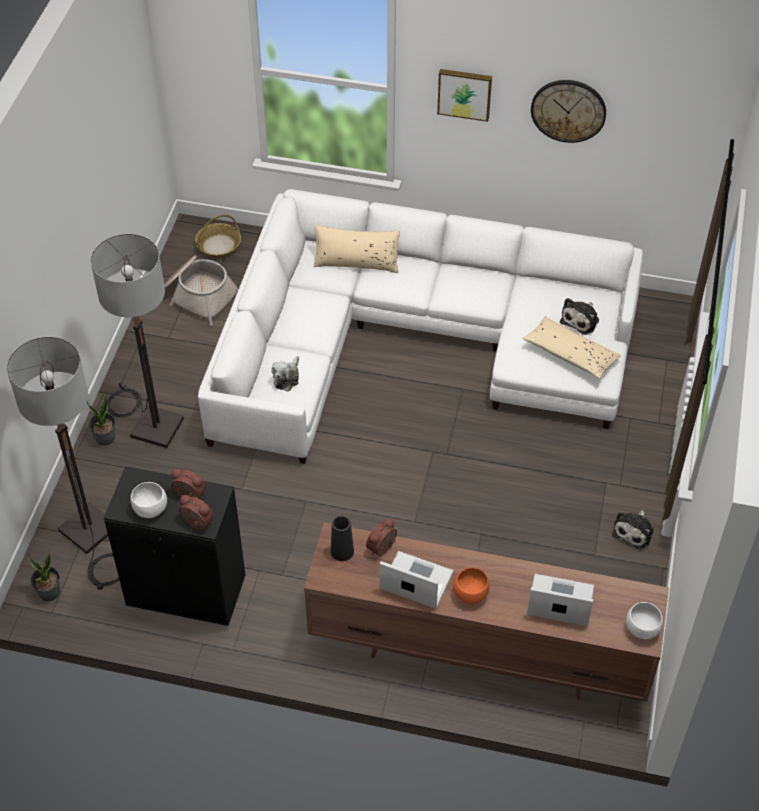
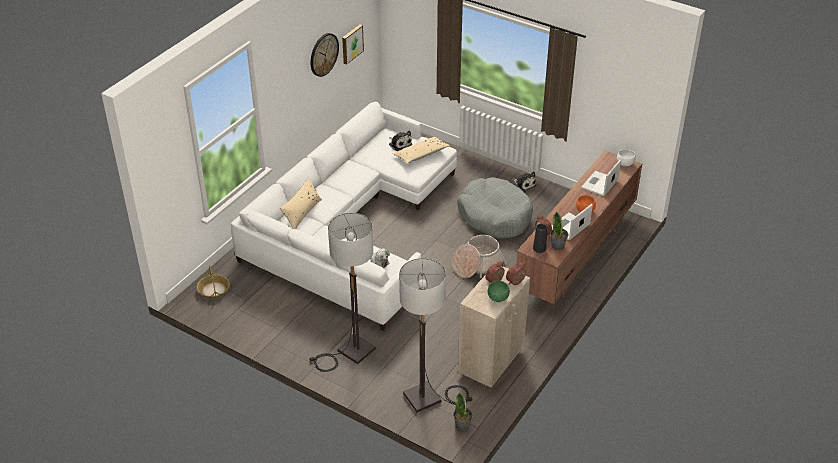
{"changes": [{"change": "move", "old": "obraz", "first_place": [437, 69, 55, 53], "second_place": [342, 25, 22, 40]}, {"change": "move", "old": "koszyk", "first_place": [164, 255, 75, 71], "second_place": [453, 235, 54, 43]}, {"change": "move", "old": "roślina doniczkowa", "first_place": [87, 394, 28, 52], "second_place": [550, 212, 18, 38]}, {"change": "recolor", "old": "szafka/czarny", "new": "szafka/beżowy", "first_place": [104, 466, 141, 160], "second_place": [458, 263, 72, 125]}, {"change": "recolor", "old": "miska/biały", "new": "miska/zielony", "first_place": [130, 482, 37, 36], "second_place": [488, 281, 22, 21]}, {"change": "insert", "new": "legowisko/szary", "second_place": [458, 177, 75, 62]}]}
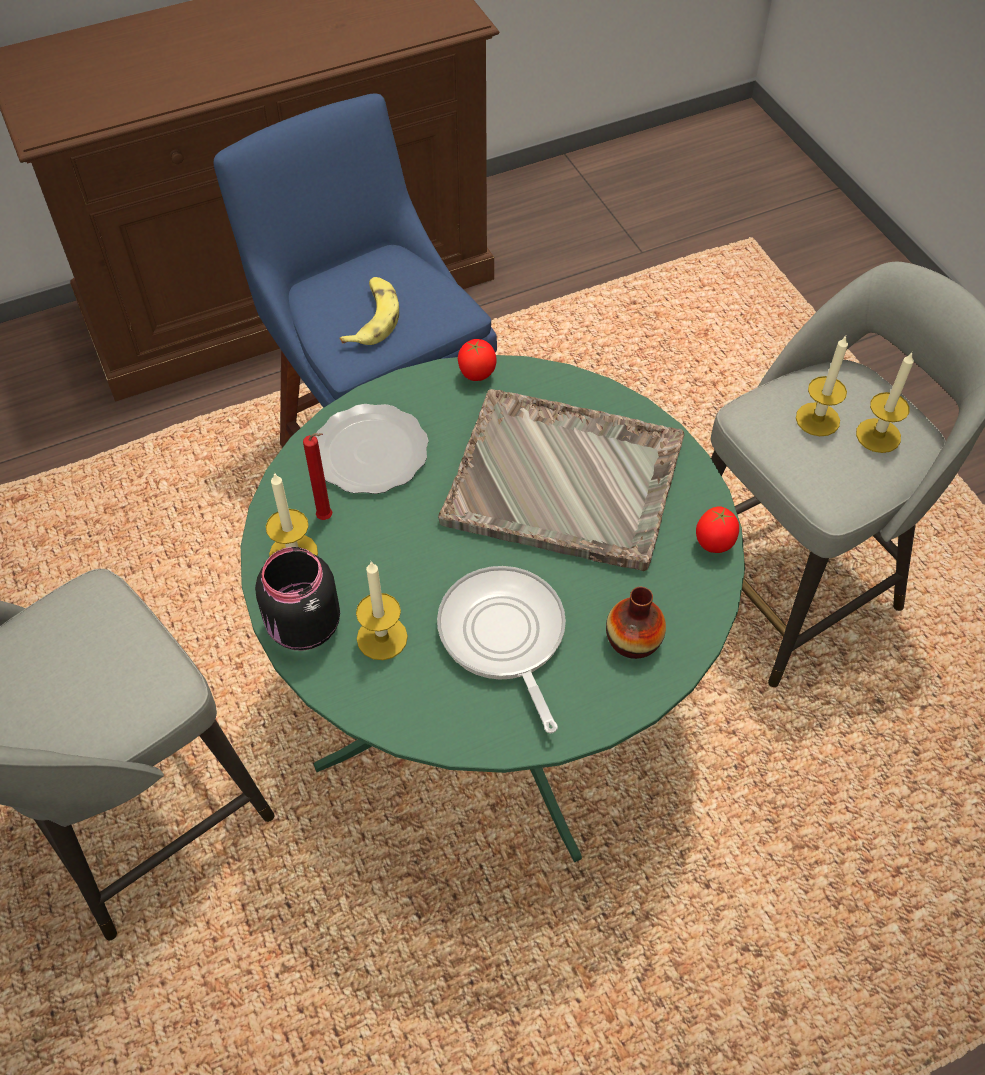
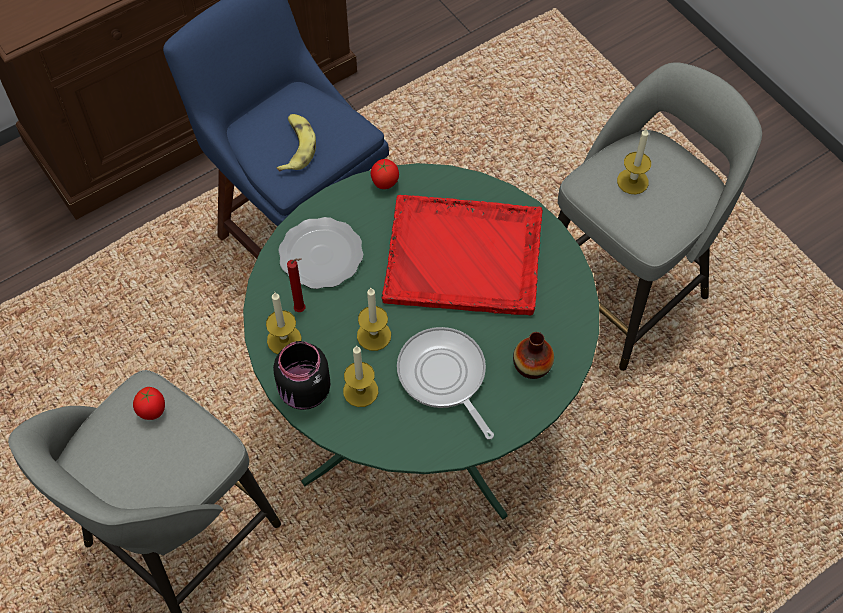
{"changes": [{"change": "move", "old": "świeca", "first_place": [856, 352, 58, 101], "second_place": [357, 288, 34, 63]}, {"change": "recolor", "old": "taca/szary", "new": "taca/czerwony", "first_place": [438, 389, 247, 182], "second_place": [382, 195, 161, 120]}, {"change": "move", "old": "pomidor", "first_place": [696, 506, 43, 47], "second_place": [133, 387, 32, 33]}]}
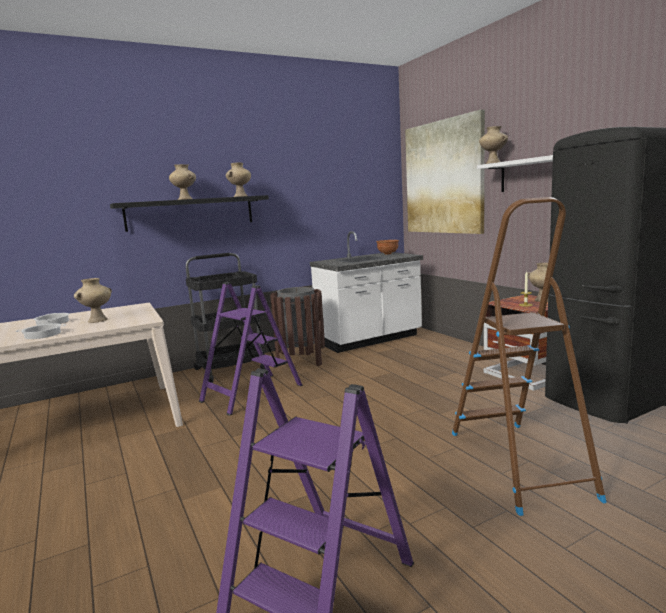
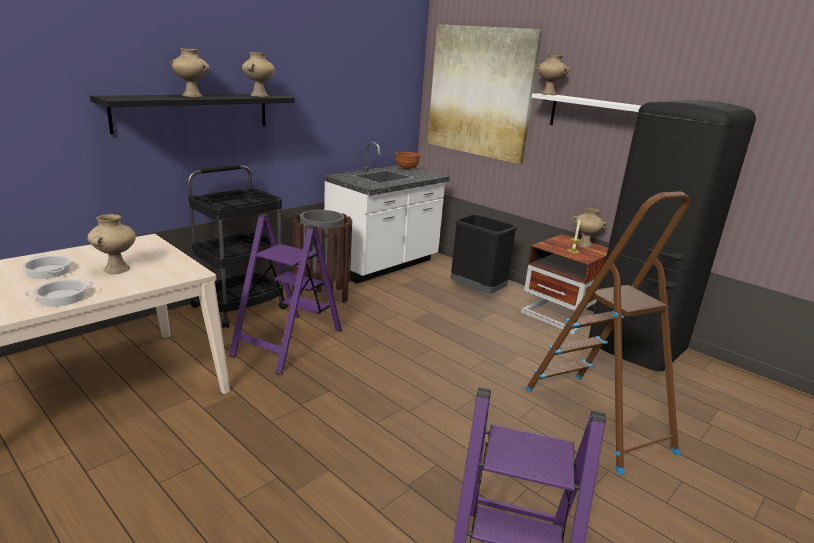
{"changes": [{"change": "insert", "new": "kosz na śmieci/czarny", "second_place": [451, 214, 66, 79]}]}
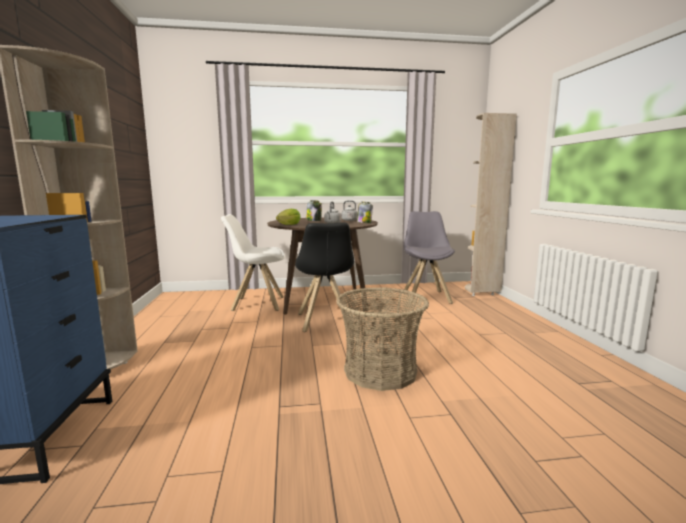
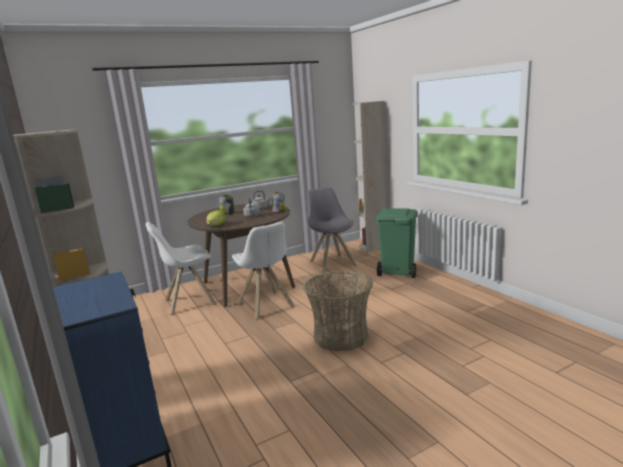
{"changes": [{"change": "recolor", "old": "krzesło/czarny", "new": "krzesło/biały", "first_place": [295, 222, 59, 110], "second_place": [232, 222, 63, 97]}, {"change": "insert", "new": "kosz na śmieci/zielony", "second_place": [376, 208, 42, 70]}]}
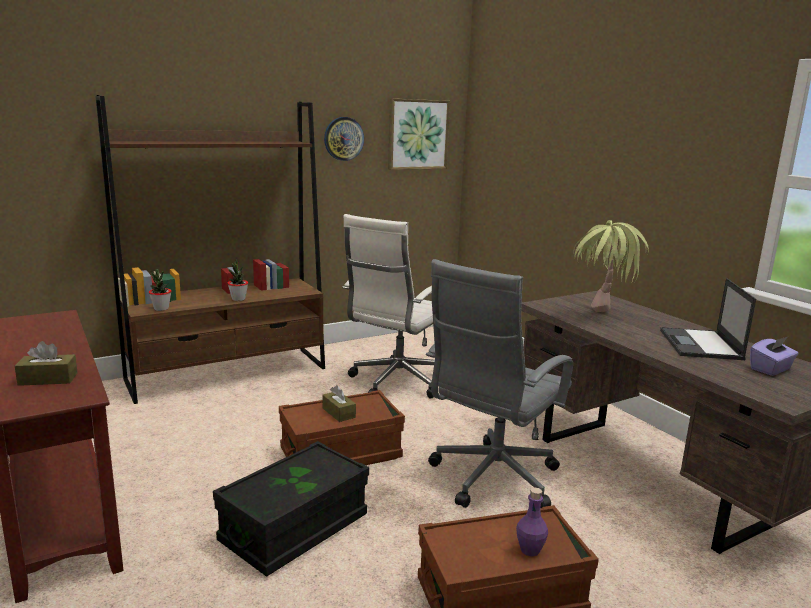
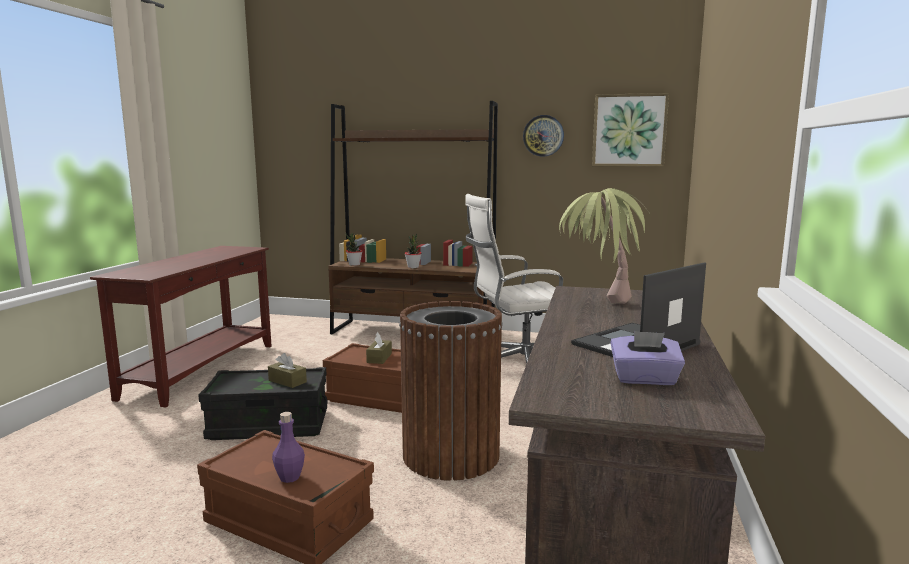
{"changes": [{"change": "replace", "old": "krzesło biurowe/szary", "new": "kosz na śmieci/brązowy", "first_place": [426, 259, 147, 249], "second_place": [399, 301, 104, 180]}, {"change": "move", "old": "pudełko chusteczek/brązowy", "first_place": [15, 341, 62, 45], "second_place": [268, 353, 39, 35]}]}
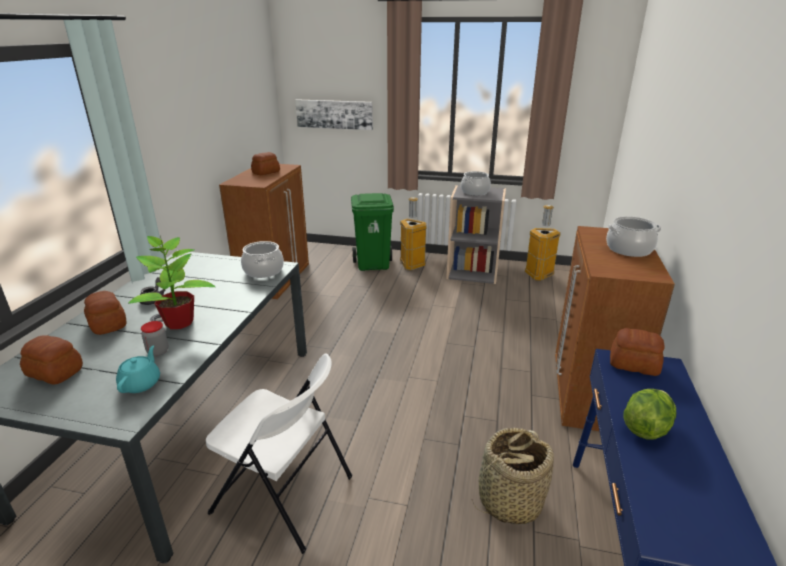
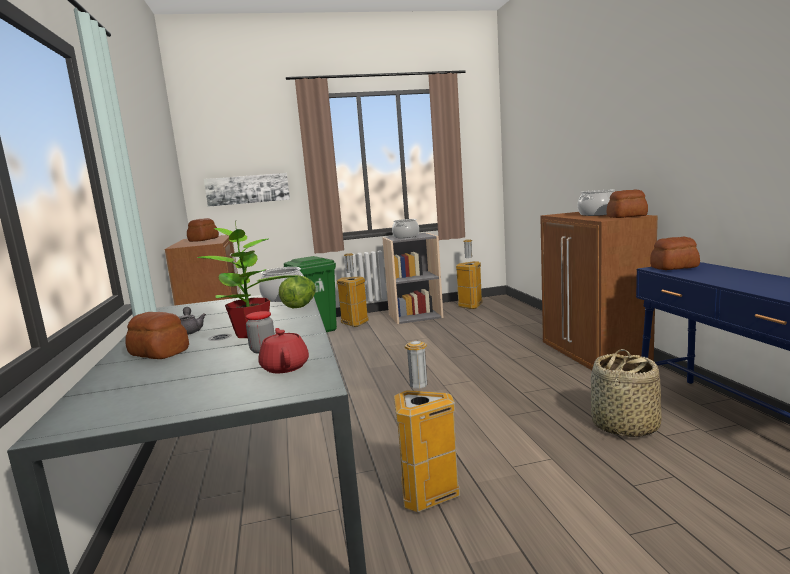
{"changes": [{"change": "move", "old": "chleb", "first_place": [20, 335, 63, 49], "second_place": [606, 190, 42, 28]}, {"change": "recolor", "old": "imbryk/turkusowy", "new": "imbryk/czerwony", "first_place": [116, 345, 44, 48], "second_place": [258, 328, 51, 45]}, {"change": "replace", "old": "krzesło/biały", "new": "kosz na śmieci", "first_place": [206, 354, 146, 200], "second_place": [394, 341, 66, 171]}, {"change": "move", "old": "sałata", "first_place": [623, 389, 53, 50], "second_place": [279, 275, 37, 33]}]}
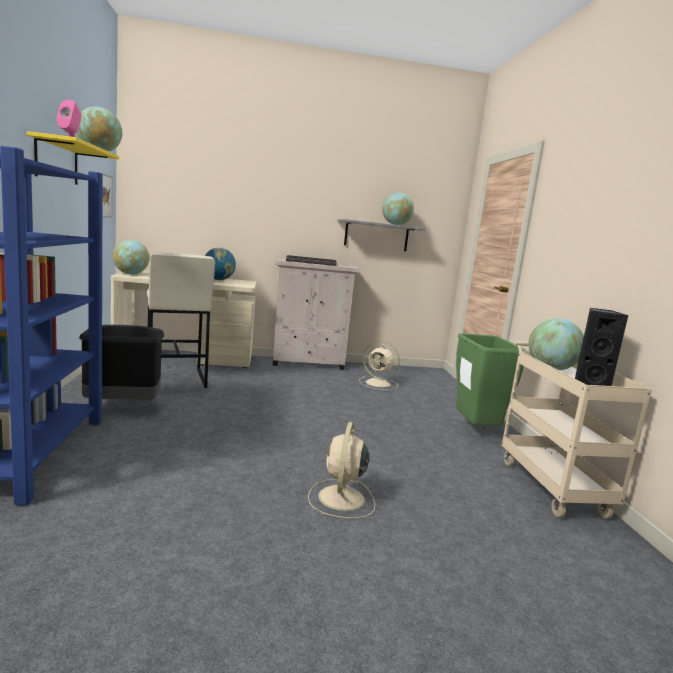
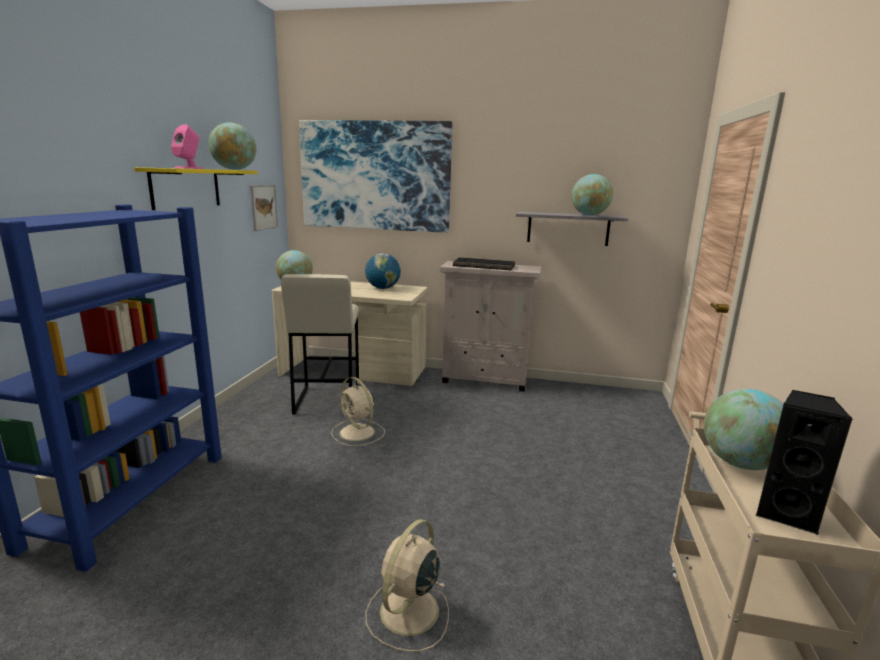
{"changes": [{"change": "delete", "old": "kosz na śmieci/czarny", "first_place": [79, 325, 85, 75]}, {"change": "delete", "old": "kosz na śmieci/zielony", "first_place": [456, 333, 71, 93]}, {"change": "move", "old": "wentylator/beżowy", "first_place": [359, 341, 41, 49], "second_place": [331, 377, 54, 69]}, {"change": "insert", "new": "obraz", "second_place": [299, 120, 153, 113]}]}
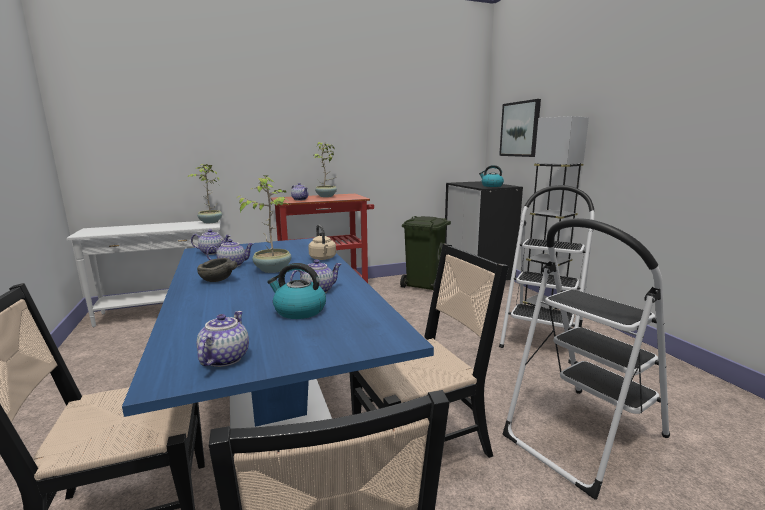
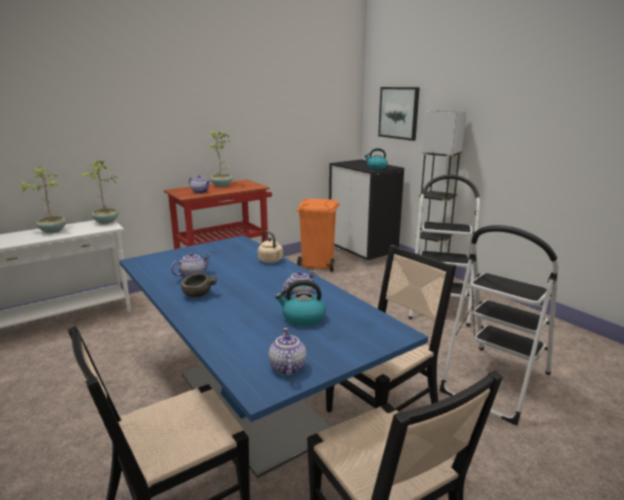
{"changes": [{"change": "move", "old": "roślina doniczkowa", "first_place": [237, 175, 54, 98], "second_place": [17, 166, 49, 67]}, {"change": "recolor", "old": "kosz na śmieci/zielony", "new": "kosz na śmieci/pomarańczowy", "first_place": [400, 216, 51, 75], "second_place": [297, 199, 42, 73]}, {"change": "delete", "old": "imbryk", "first_place": [191, 229, 40, 26]}]}
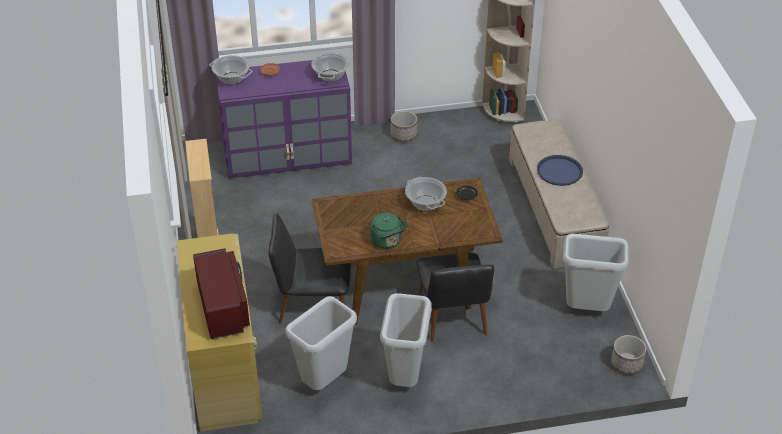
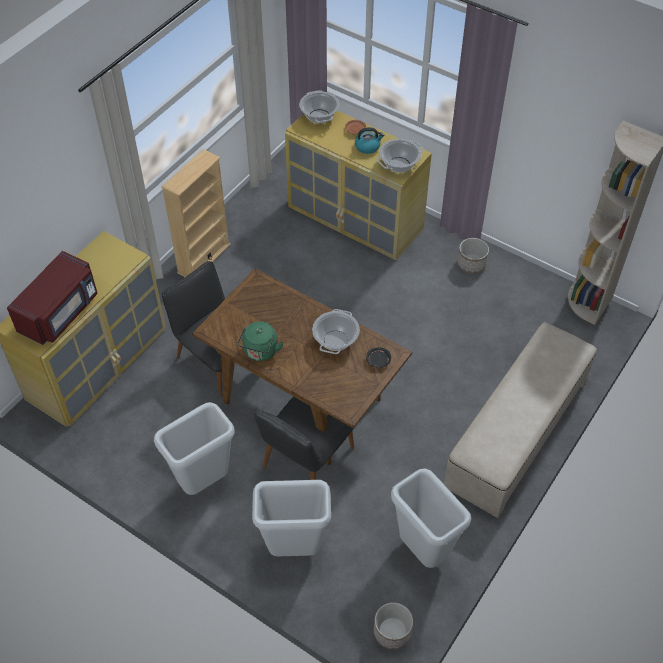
{"changes": [{"change": "recolor", "old": "szafka/fioletowy", "new": "szafka/żółty", "first_place": [215, 60, 137, 119], "second_place": [285, 111, 147, 149]}, {"change": "delete", "old": "taca/niebieski", "first_place": [537, 155, 46, 31]}, {"change": "move", "old": "kosz na śmieci/szary", "first_place": [285, 296, 72, 94], "second_place": [252, 480, 79, 76]}, {"change": "insert", "new": "czajnik", "second_place": [355, 127, 29, 27]}]}
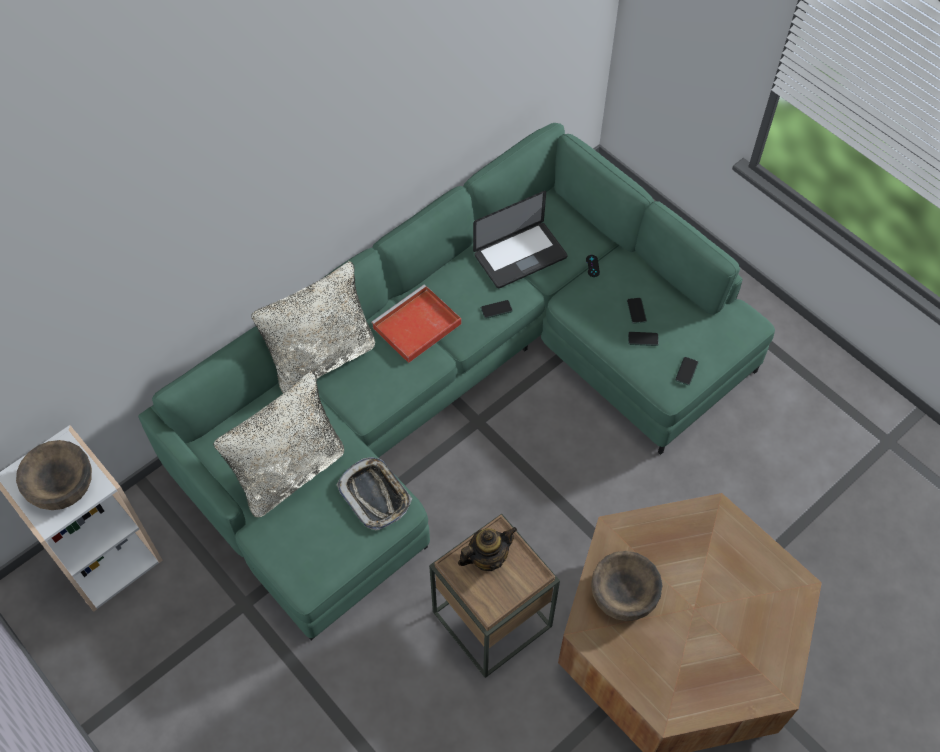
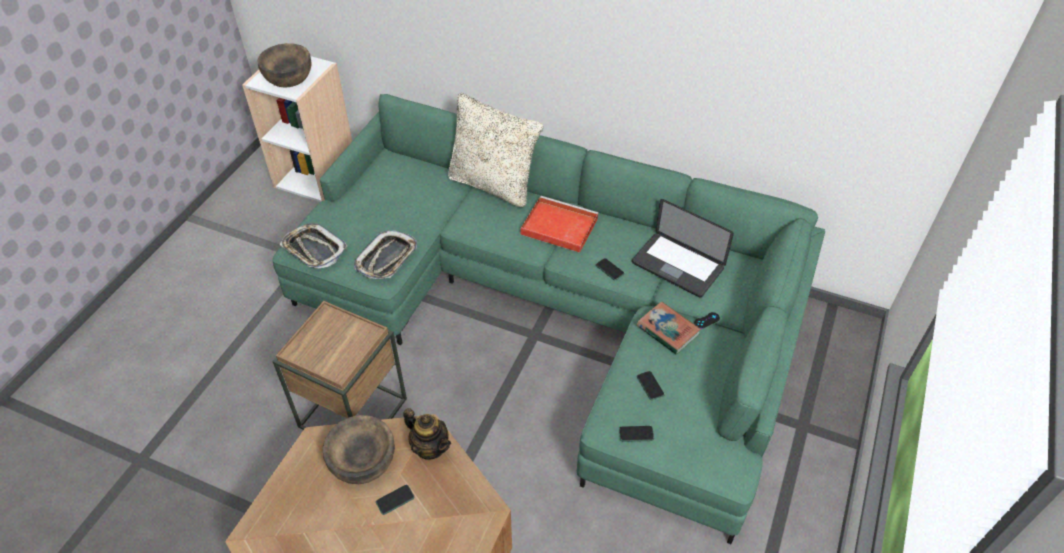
{"changes": [{"change": "move", "old": "telefon", "first_place": [627, 298, 20, 26], "second_place": [376, 485, 38, 30]}, {"change": "delete", "old": "poduszka/beżowy", "first_place": [213, 371, 131, 146]}, {"change": "move", "old": "imbryk", "first_place": [458, 527, 59, 44], "second_place": [403, 408, 48, 52]}, {"change": "insert", "new": "taca", "second_place": [280, 223, 67, 46]}, {"change": "insert", "new": "książka", "second_place": [637, 302, 64, 53]}]}
